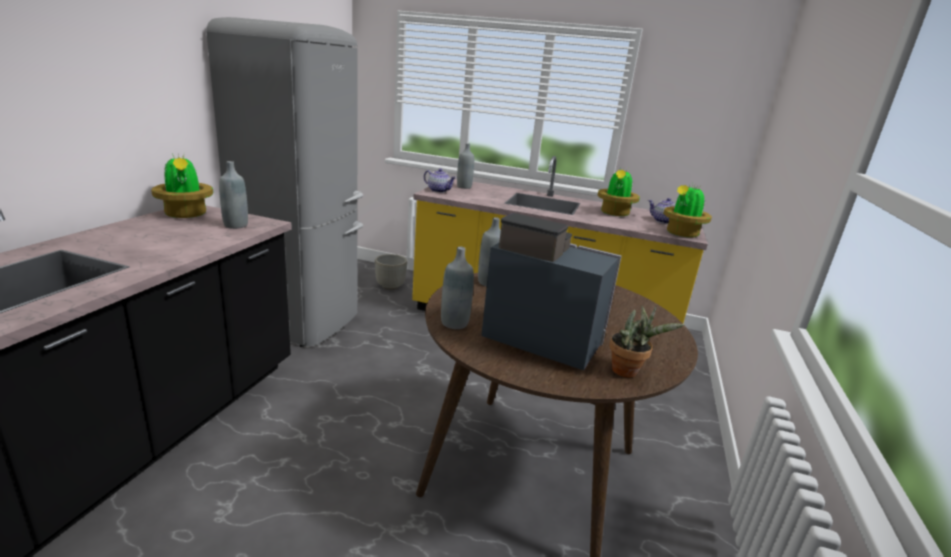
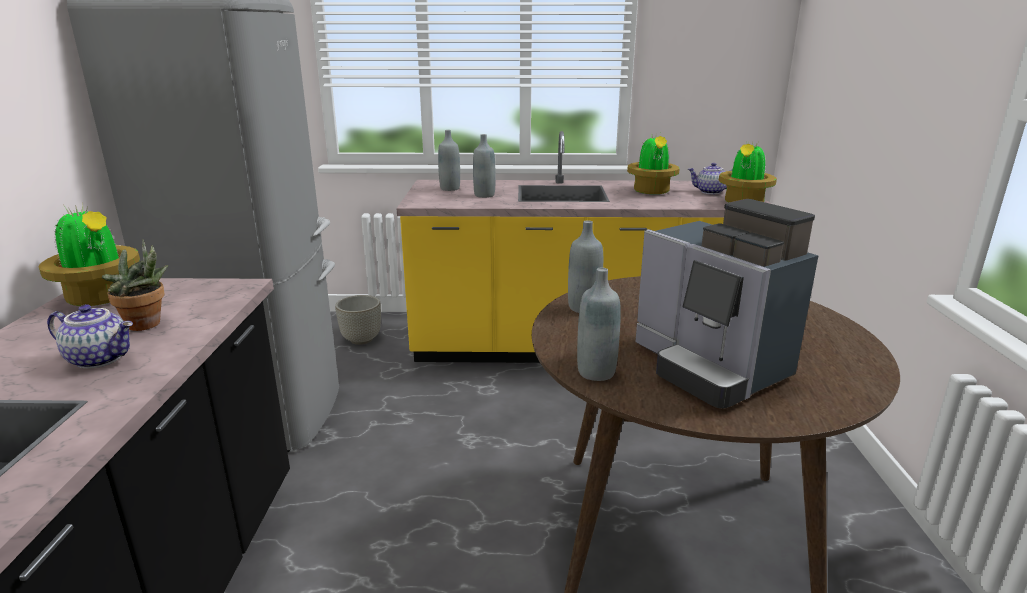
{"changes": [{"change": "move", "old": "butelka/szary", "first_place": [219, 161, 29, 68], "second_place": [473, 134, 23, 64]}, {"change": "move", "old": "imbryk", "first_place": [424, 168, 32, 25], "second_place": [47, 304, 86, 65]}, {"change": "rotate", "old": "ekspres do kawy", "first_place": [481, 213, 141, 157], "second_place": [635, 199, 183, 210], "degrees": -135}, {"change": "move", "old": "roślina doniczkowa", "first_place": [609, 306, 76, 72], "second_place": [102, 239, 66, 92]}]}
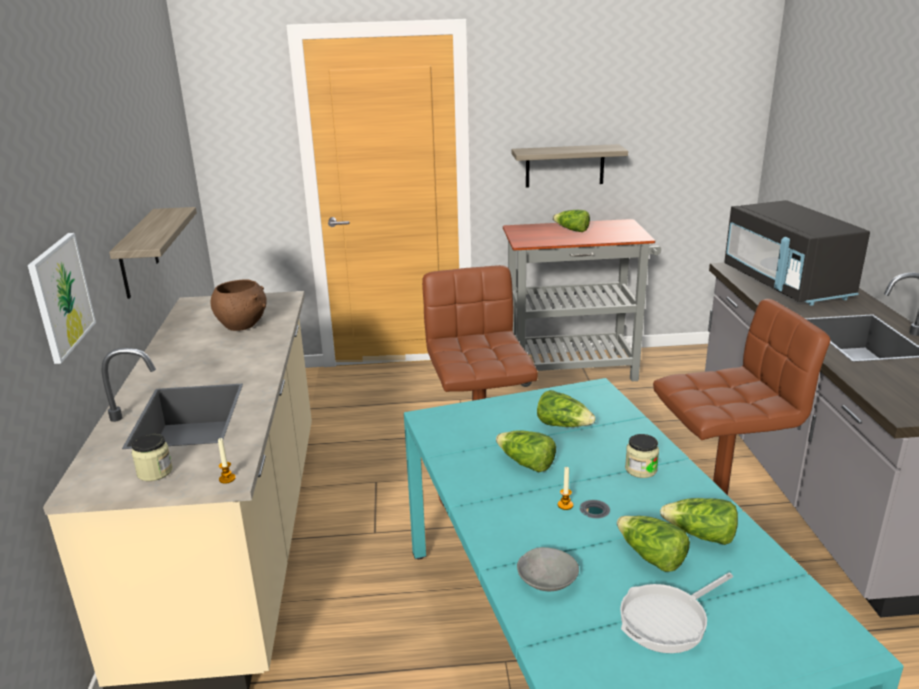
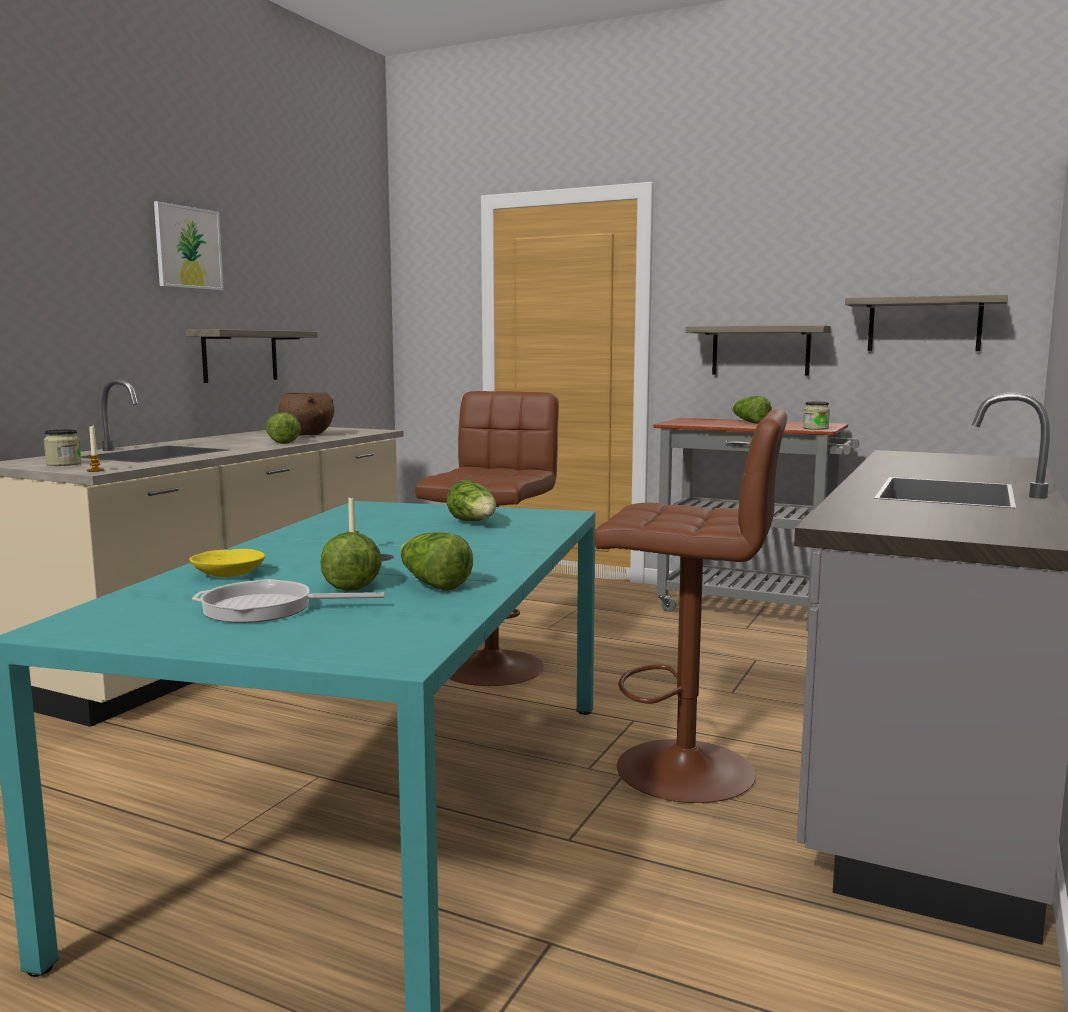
{"changes": [{"change": "delete", "old": "mikrofalówka/czarny", "first_place": [724, 200, 146, 105]}, {"change": "move", "old": "obraz", "first_place": [28, 233, 68, 131], "second_place": [154, 201, 70, 89]}, {"change": "move", "old": "sałata", "first_place": [496, 430, 60, 43], "second_place": [265, 412, 36, 32]}, {"change": "move", "old": "słoik", "first_place": [625, 434, 34, 44], "second_place": [803, 401, 27, 29]}, {"change": "recolor", "old": "miska/szary", "new": "miska/żółty", "first_place": [517, 547, 62, 44], "second_place": [189, 549, 76, 28]}, {"change": "insert", "new": "półka", "second_place": [845, 294, 163, 57]}]}
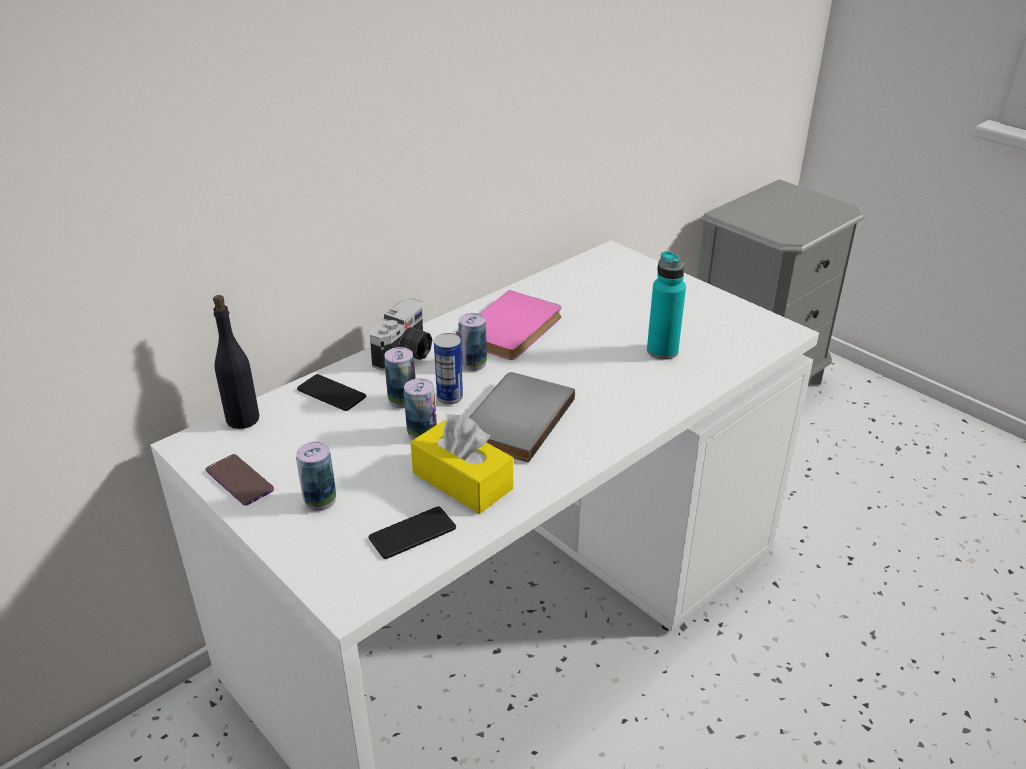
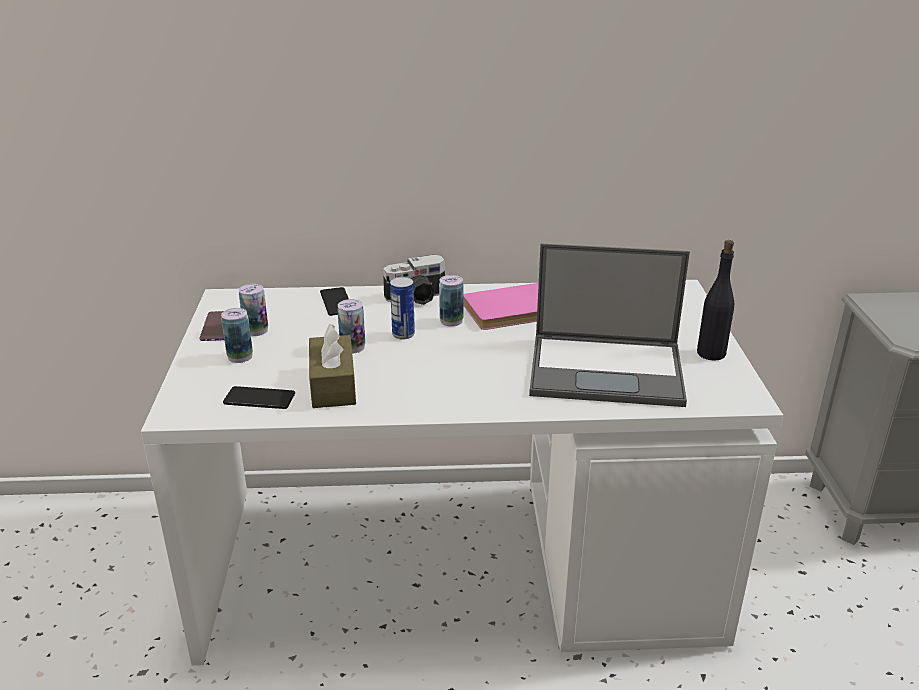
{"changes": [{"change": "replace", "old": "butelka/turkusowy", "new": "laptop", "first_place": [647, 251, 39, 109], "second_place": [529, 243, 161, 164]}, {"change": "move", "old": "butelka/czarny", "first_place": [213, 295, 46, 134], "second_place": [697, 240, 37, 121]}, {"change": "move", "old": "puszka", "first_place": [384, 347, 31, 61], "second_place": [239, 284, 29, 52]}, {"change": "delete", "old": "książka/szary", "first_place": [469, 372, 106, 91]}, {"change": "recolor", "old": "pudełko chusteczek/żółty", "new": "pudełko chusteczek/brązowy", "first_place": [411, 414, 102, 100], "second_place": [309, 324, 47, 84]}]}
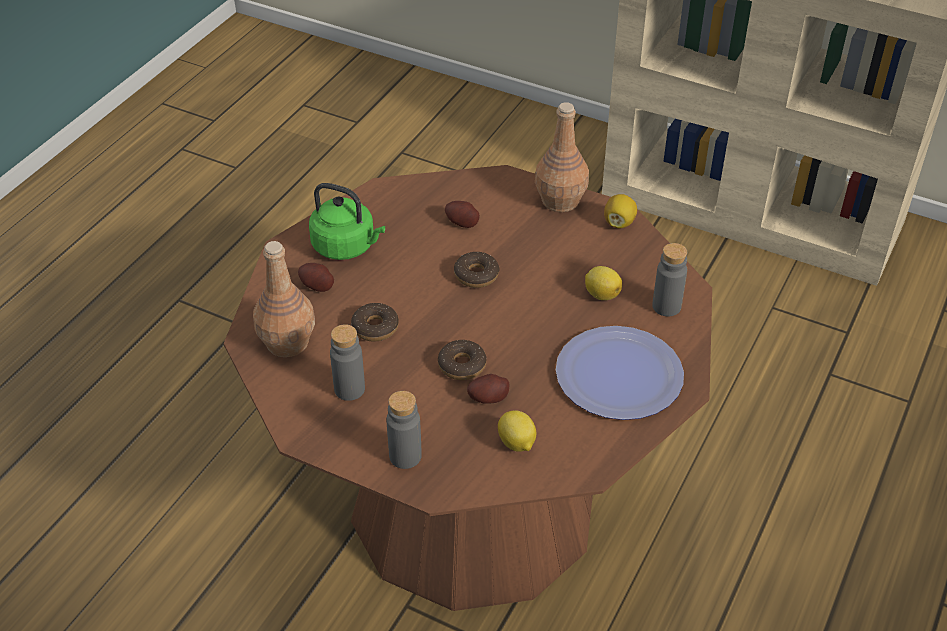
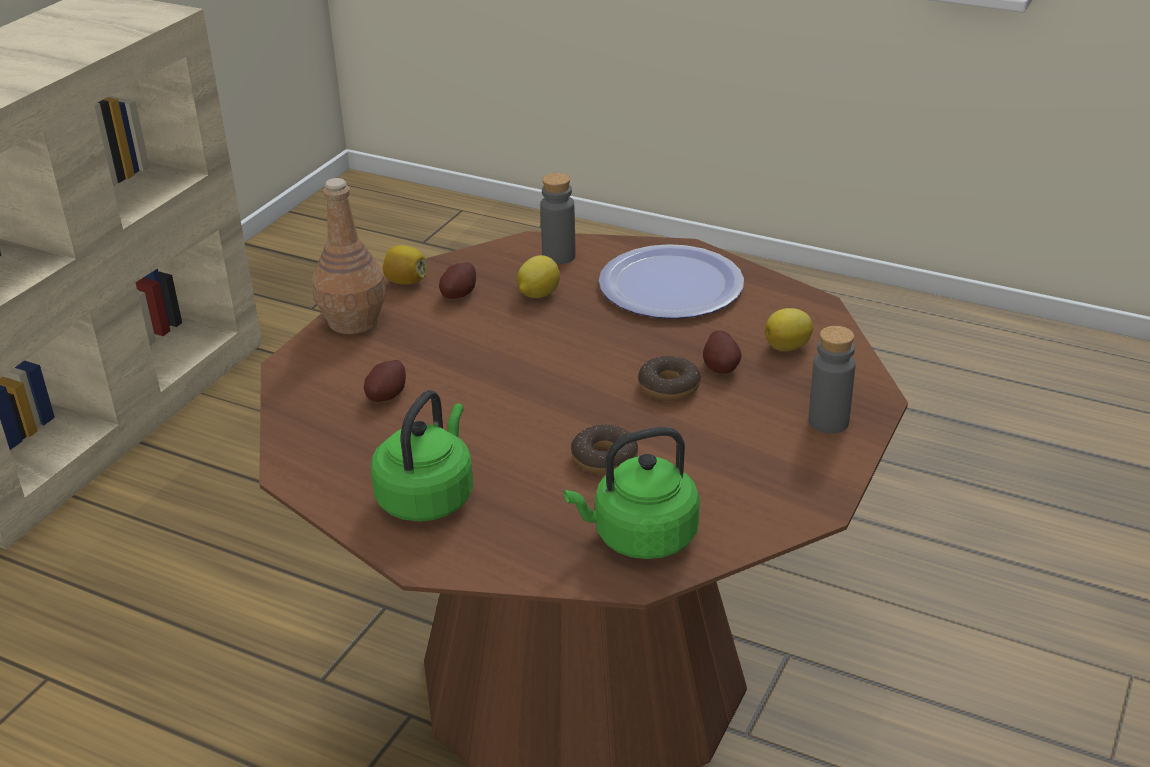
{"changes": [{"change": "replace", "old": "butelka/brązowy", "new": "czajnik/zielony", "first_place": [253, 241, 62, 116], "second_place": [564, 427, 136, 132]}, {"change": "delete", "old": "donut", "first_place": [454, 252, 46, 36]}, {"change": "move", "old": "ziemniak", "first_place": [298, 263, 36, 29], "second_place": [439, 262, 37, 37]}, {"change": "delete", "old": "butelka/szary", "first_place": [330, 324, 35, 77]}]}
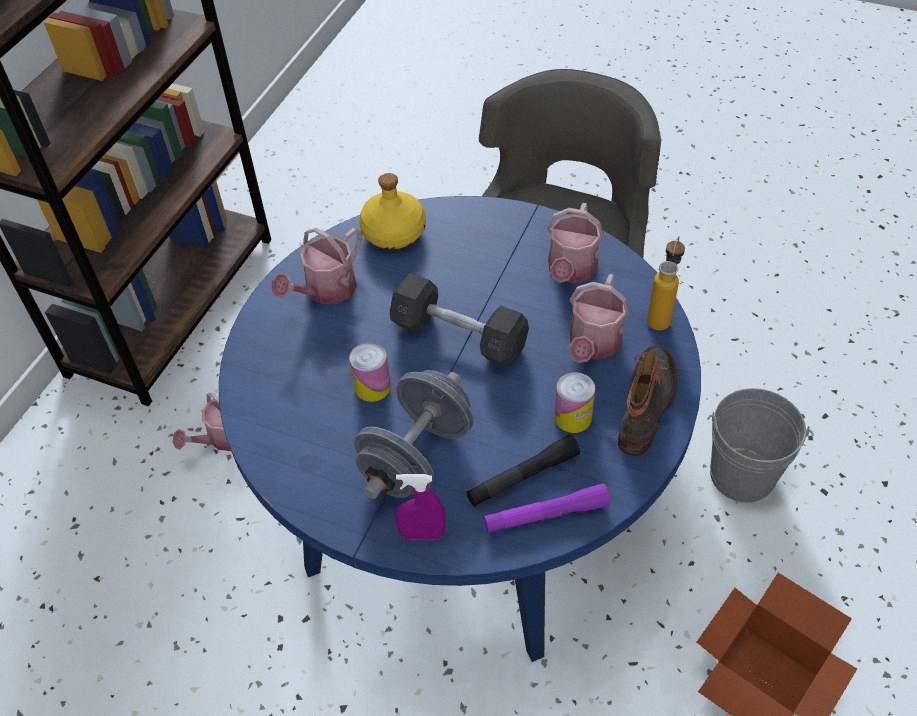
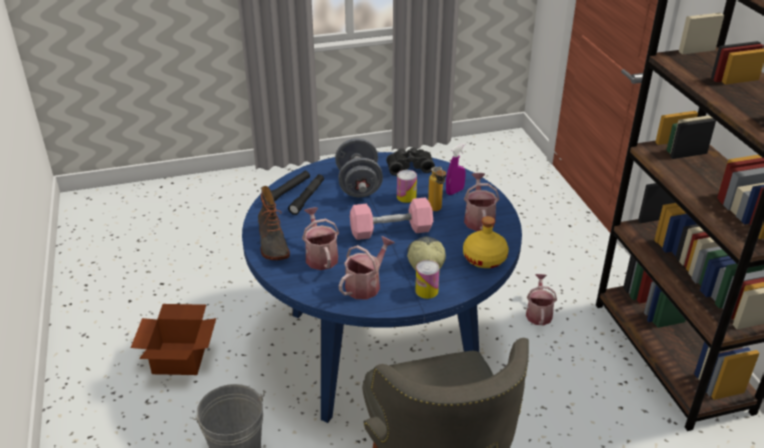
{"changes": [{"change": "rotate", "old": "konewka", "first_place": [547, 203, 57, 80], "second_place": [339, 236, 56, 64], "degrees": 60}, {"change": "move", "old": "butelka", "first_place": [647, 236, 38, 94], "second_place": [428, 166, 18, 45]}, {"change": "recolor", "old": "hantel/szary", "new": "hantel/różowy", "first_place": [390, 273, 139, 94], "second_place": [350, 197, 83, 43]}, {"change": "move", "old": "puszka", "first_place": [554, 372, 41, 61], "second_place": [415, 260, 25, 39]}, {"change": "move", "old": "spryskiwacz/fioletowy", "first_place": [395, 474, 51, 66], "second_place": [446, 143, 20, 52]}, {"change": "recolor", "old": "latarka/fioletowy", "new": "latarka/czarny", "first_place": [484, 483, 126, 50], "second_place": [261, 171, 49, 30]}, {"change": "insert", "new": "lornetka/czarny", "second_place": [386, 147, 49, 29]}, {"change": "insert", "new": "czapka z daszkiem", "second_place": [407, 236, 39, 35]}]}
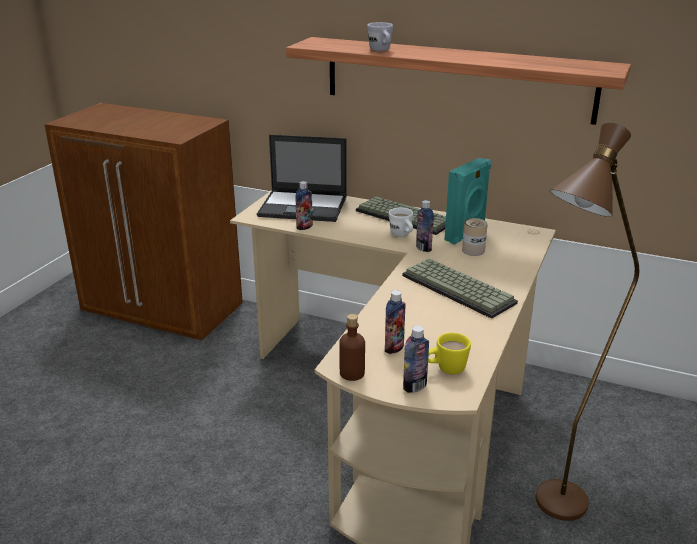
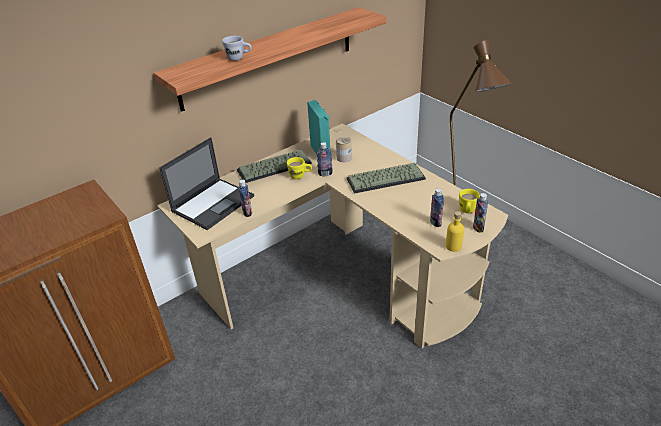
{"changes": [{"change": "recolor", "old": "kubek/biały", "new": "kubek/żółty", "first_place": [389, 207, 24, 30], "second_place": [287, 157, 25, 22]}, {"change": "recolor", "old": "butelka/brązowy", "new": "butelka/żółty", "first_place": [339, 314, 26, 67], "second_place": [446, 211, 18, 41]}]}
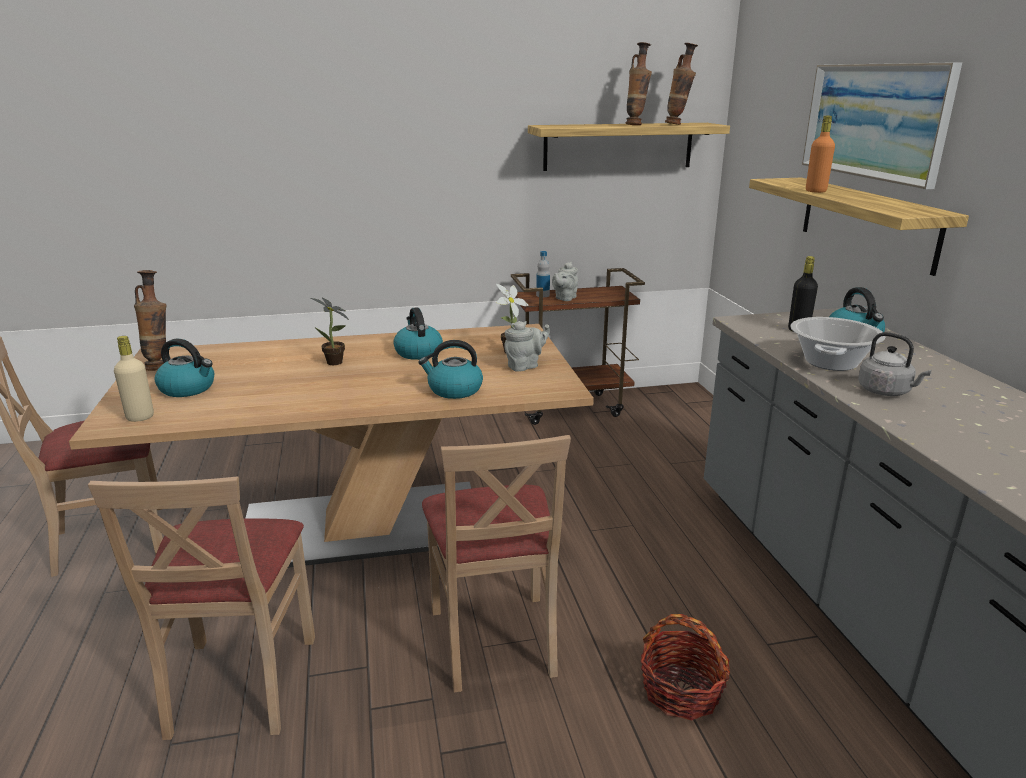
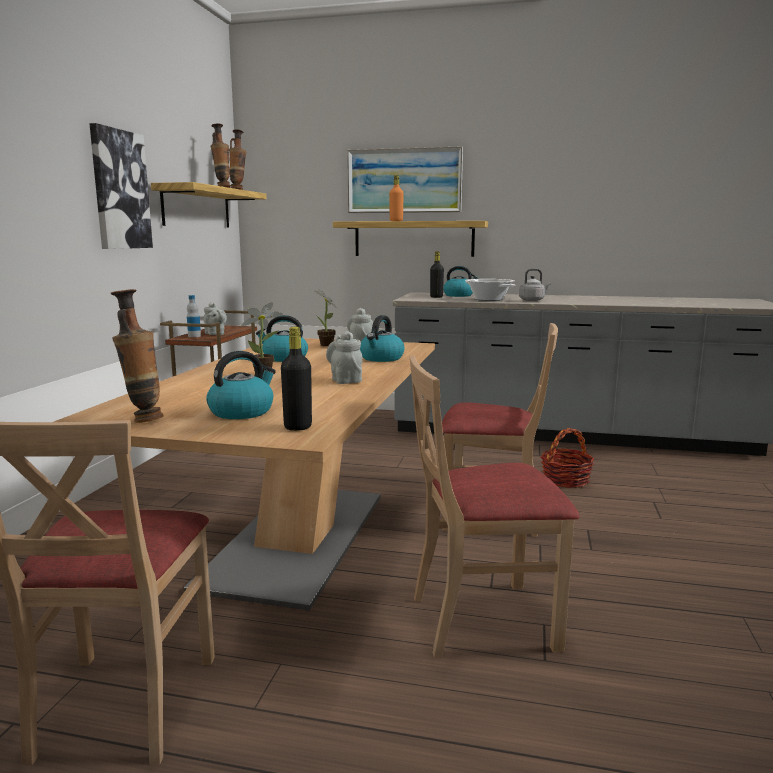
{"changes": [{"change": "recolor", "old": "butelka/beżowy", "new": "butelka/czarny", "first_place": [114, 336, 40, 86], "second_place": [281, 327, 31, 104]}, {"change": "rotate", "old": "krzesło/beżowy", "first_place": [88, 476, 227, 264], "second_place": [410, 356, 170, 302], "degrees": 150}, {"change": "insert", "new": "obraz", "second_place": [89, 123, 64, 126]}, {"change": "insert", "new": "imbryk/szary", "second_place": [326, 331, 36, 53]}]}
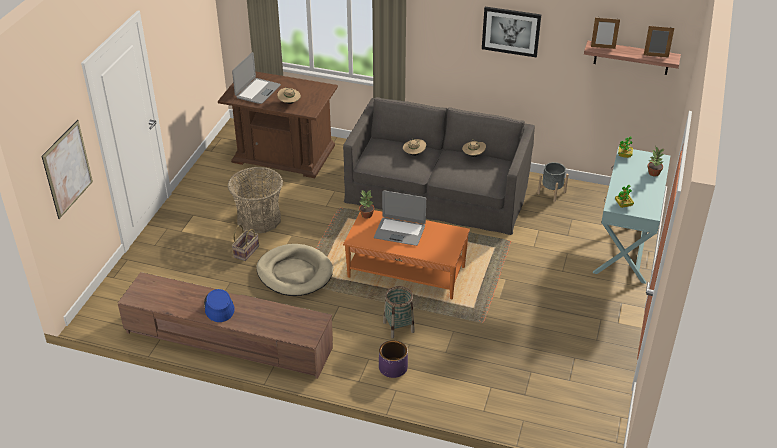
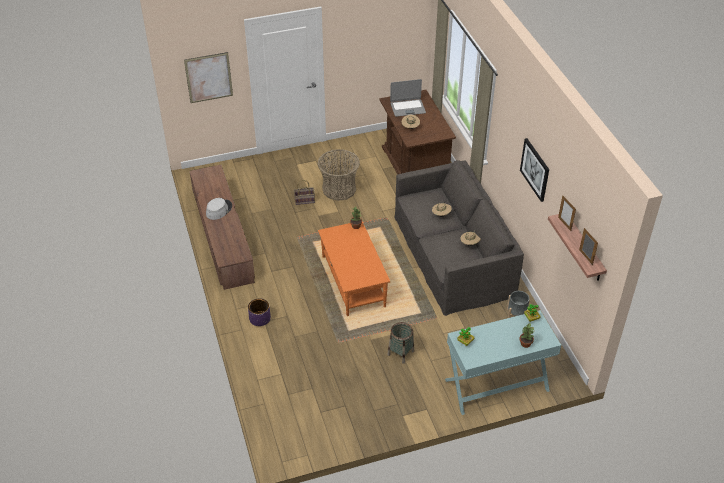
{"changes": [{"change": "delete", "old": "laptop", "first_place": [374, 190, 52, 56]}, {"change": "delete", "old": "legowisko/beżowy", "first_place": [256, 244, 77, 52]}, {"change": "move", "old": "koszyk", "first_place": [383, 286, 32, 52], "second_place": [387, 322, 27, 42]}, {"change": "recolor", "old": "kapelusz/niebieski", "new": "kapelusz/szary", "first_place": [204, 289, 30, 33], "second_place": [206, 198, 26, 22]}]}
